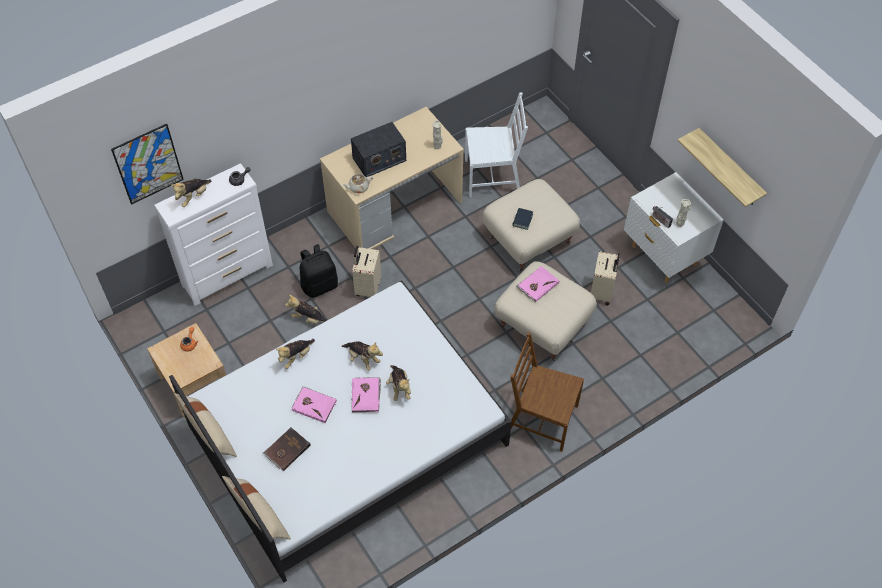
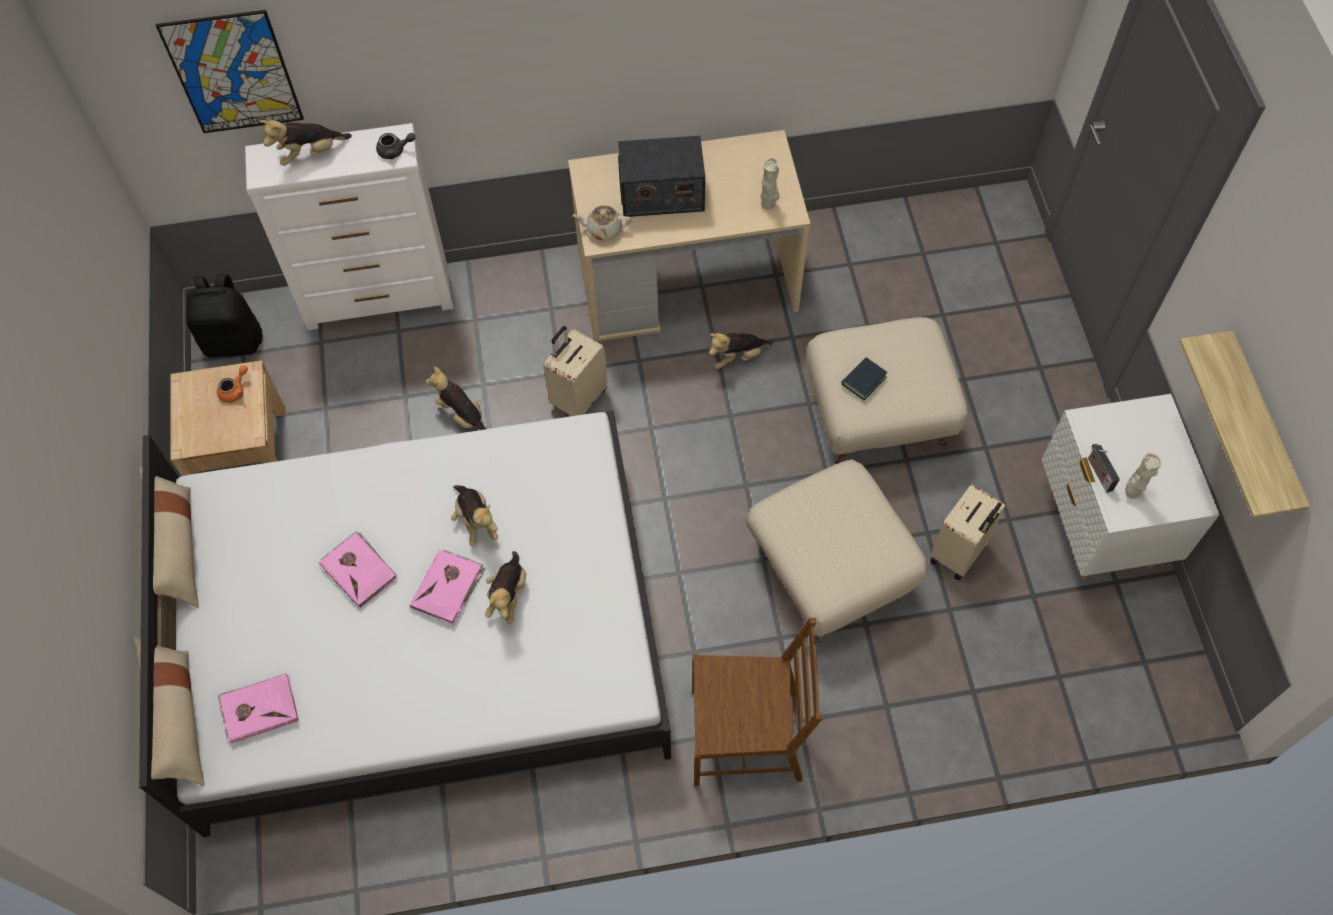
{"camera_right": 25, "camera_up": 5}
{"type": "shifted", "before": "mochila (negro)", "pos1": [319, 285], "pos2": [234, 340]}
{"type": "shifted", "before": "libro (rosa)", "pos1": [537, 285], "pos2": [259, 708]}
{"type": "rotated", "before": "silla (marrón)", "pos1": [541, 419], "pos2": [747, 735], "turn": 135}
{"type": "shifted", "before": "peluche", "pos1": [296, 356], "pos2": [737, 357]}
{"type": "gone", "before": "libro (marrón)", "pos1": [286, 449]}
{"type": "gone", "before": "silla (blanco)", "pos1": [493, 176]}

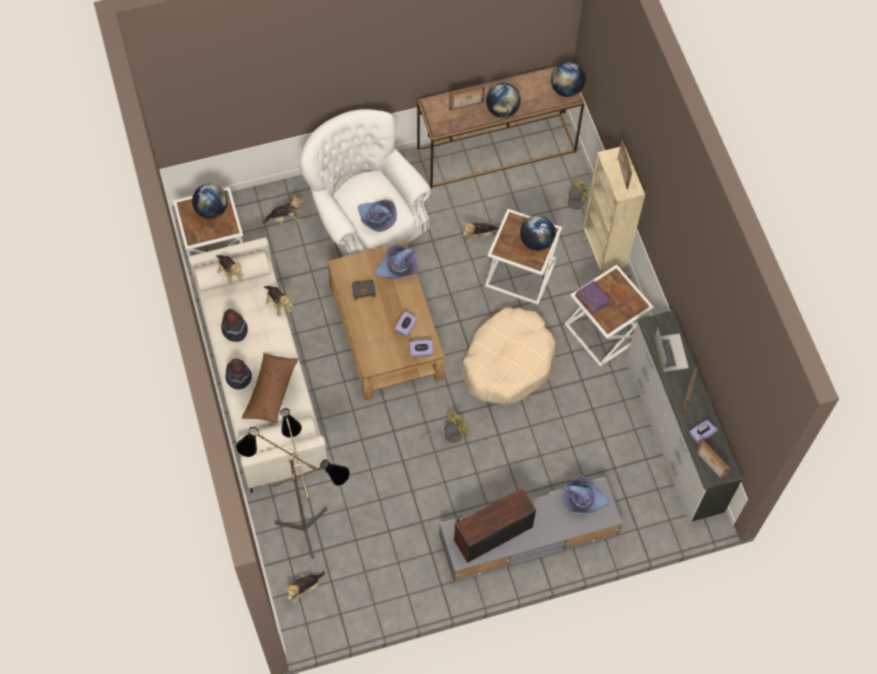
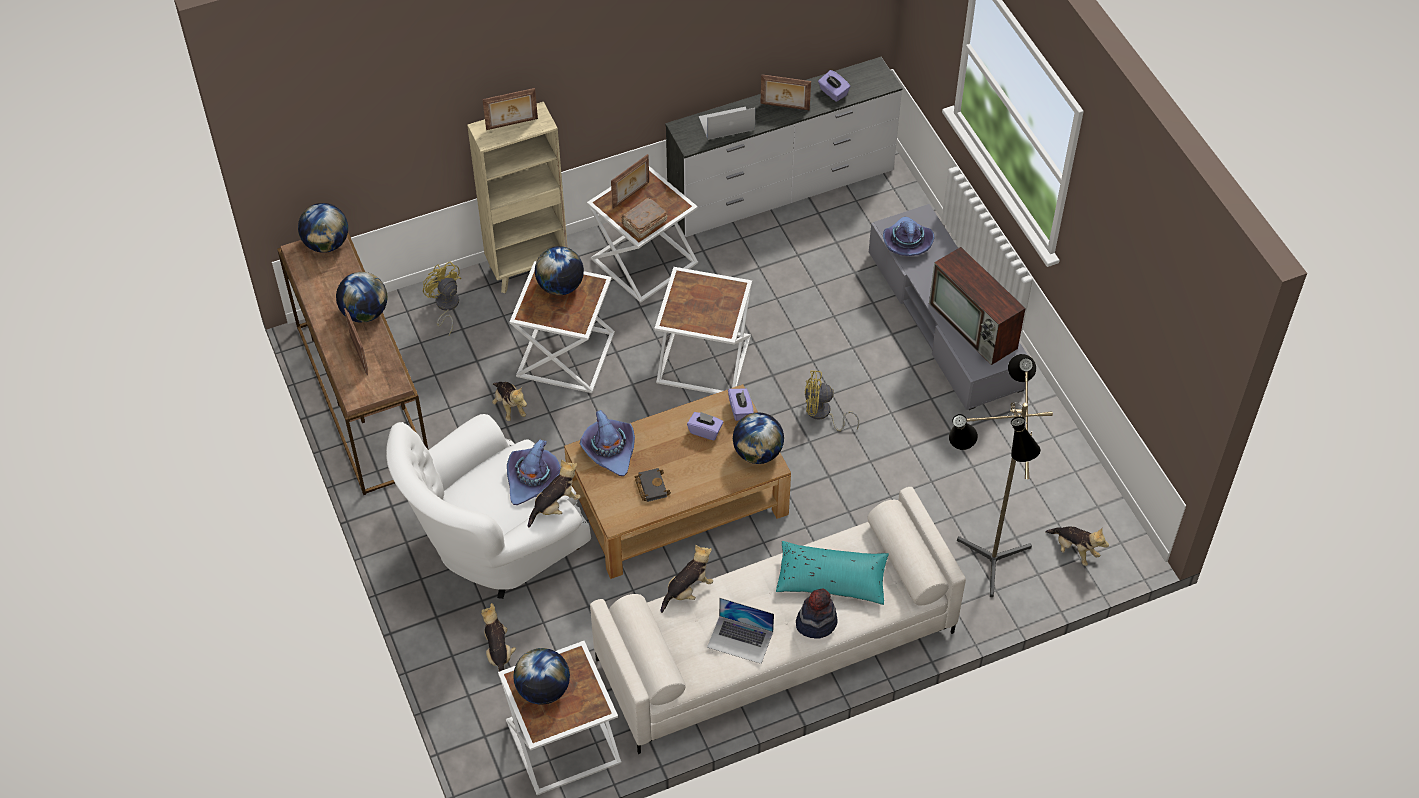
{"camera_right": -95, "camera_up": -10}
{"type": "shifted", "before": "peluche", "pos1": [230, 273], "pos2": [555, 506]}
{"type": "shifted", "before": "portarretratos", "pos1": [709, 466], "pos2": [631, 195]}
{"type": "repainted", "before": "libro (morado)", "after": "libro (marrón)", "pos1": [592, 300], "pos2": [644, 223]}
{"type": "swapped", "before": "cama para perro (beis)", "after": "mesa auxiliar (blanco)", "pos1": [508, 362], "pos2": [705, 359]}
{"type": "swapped", "before": "sombrero", "after": "portátil", "pos1": [234, 330], "pos2": [740, 639]}
{"type": "new", "after": "globo terráqueo", "pos2": [758, 452]}
{"type": "repainted", "before": "cojín (marrón)", "after": "cojín (turquesa)", "pos1": [271, 392], "pos2": [831, 579]}
{"type": "rotated", "before": "ventilador (amarillo)", "pos1": [448, 434], "pos2": [822, 414], "turn": -45}

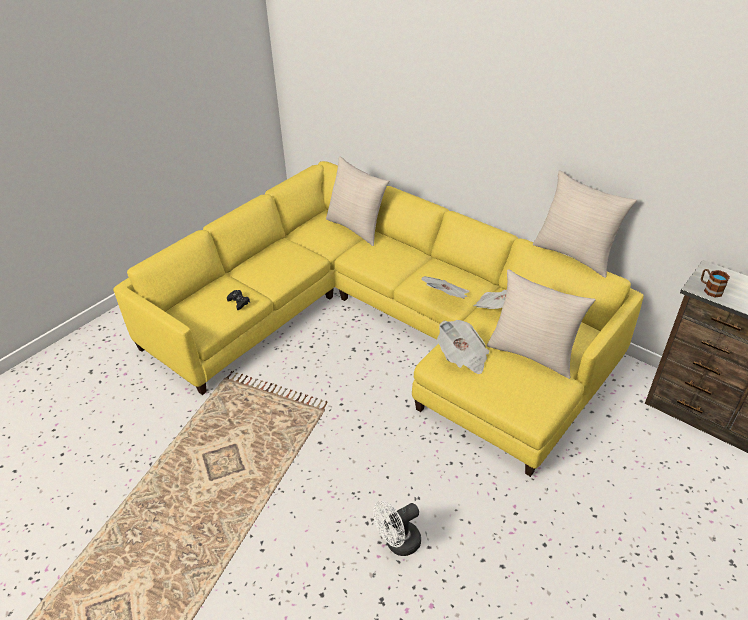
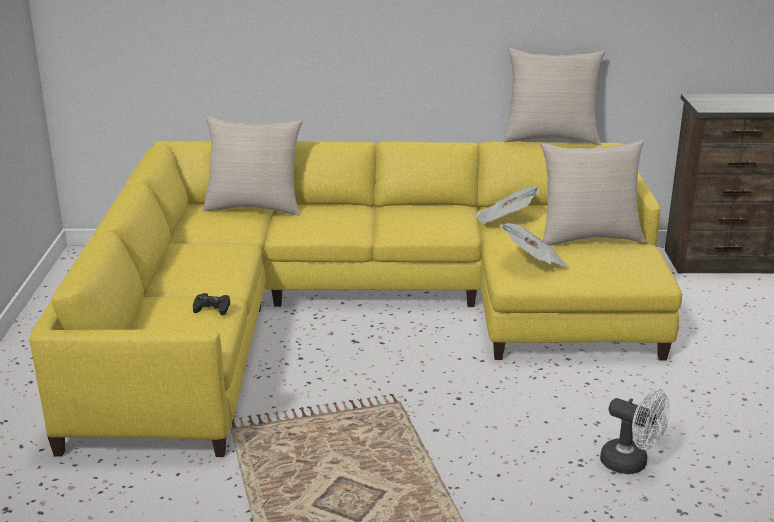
{"camera_right": -40, "camera_up": -15}
{"type": "rotated", "before": "ventilador (blanco)", "pos1": [398, 543], "pos2": [631, 464], "turn": -75}
{"type": "gone", "before": "periódico", "pos1": [446, 297]}
{"type": "gone", "before": "taza grande", "pos1": [710, 289]}

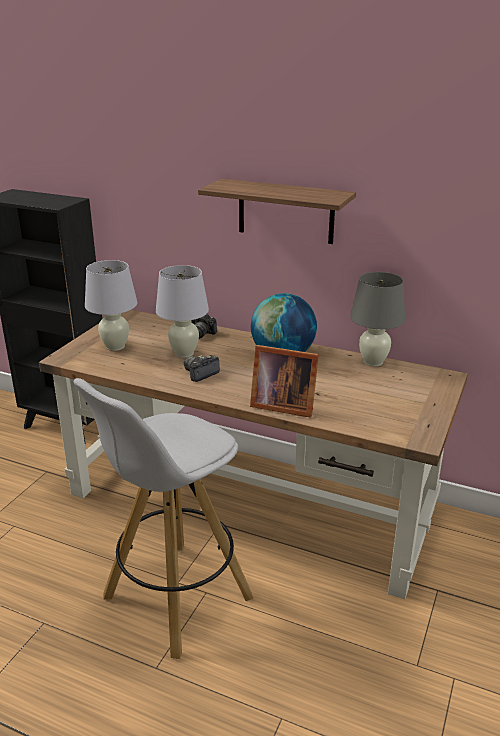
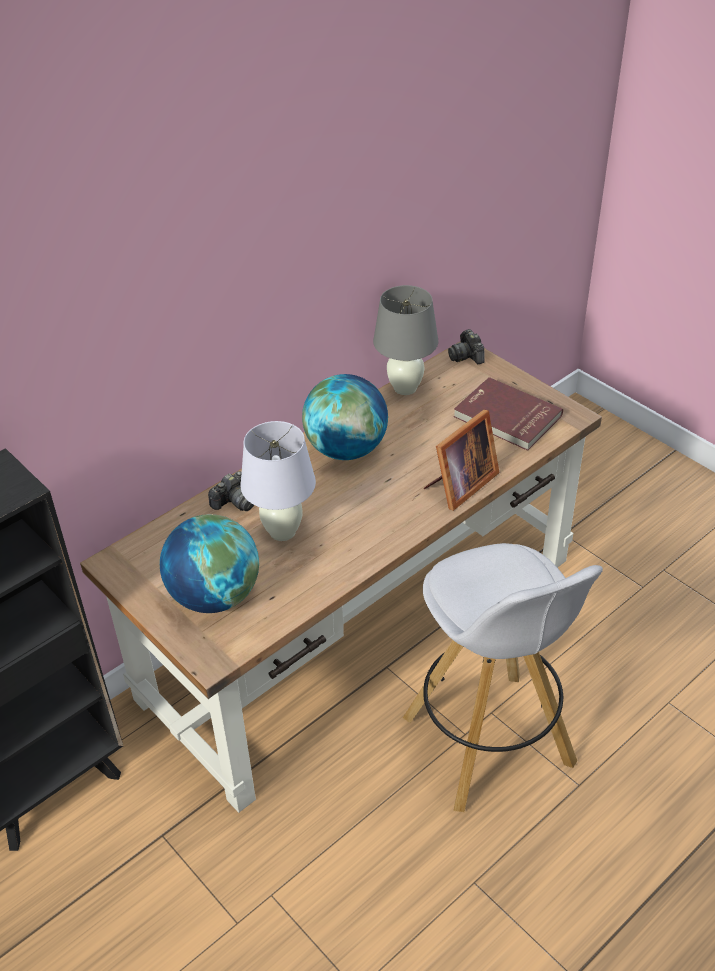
{"camera_right": -65, "camera_up": 15}
{"type": "swapped", "before": "lámpara de mesa (blanco)", "after": "globo terráqueo", "pos1": [115, 346], "pos2": [214, 596]}
{"type": "shifted", "before": "cámara", "pos1": [200, 374], "pos2": [466, 356]}
{"type": "new", "after": "libro (rojo)", "pos2": [506, 417]}
{"type": "gone", "before": "estante", "pos1": [285, 211]}

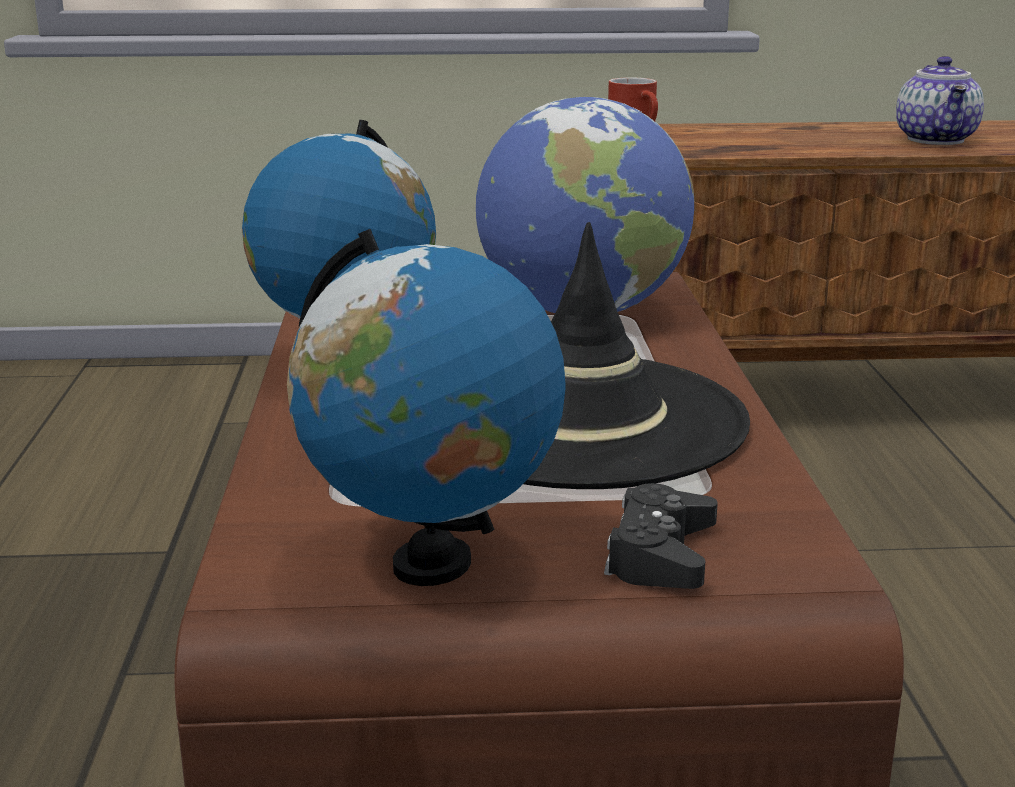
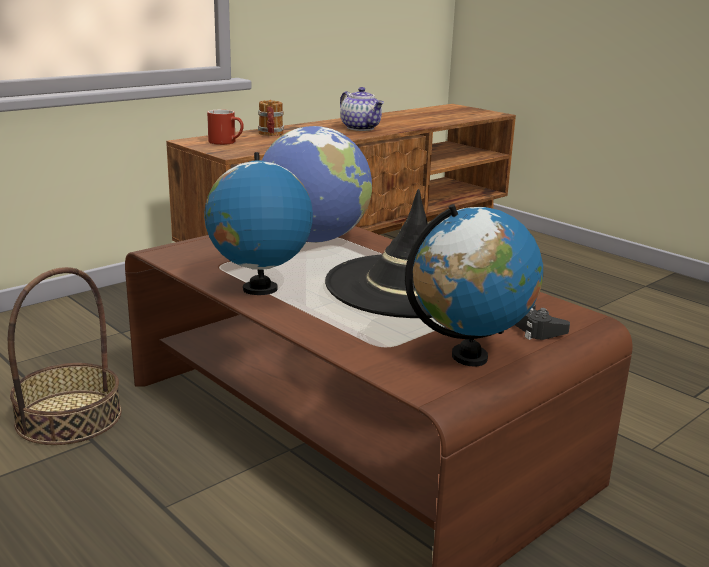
{"camera_right": -40, "camera_up": 0}
{"type": "new", "after": "cesta", "pos2": [69, 417]}
{"type": "new", "after": "taza grande", "pos2": [270, 134]}

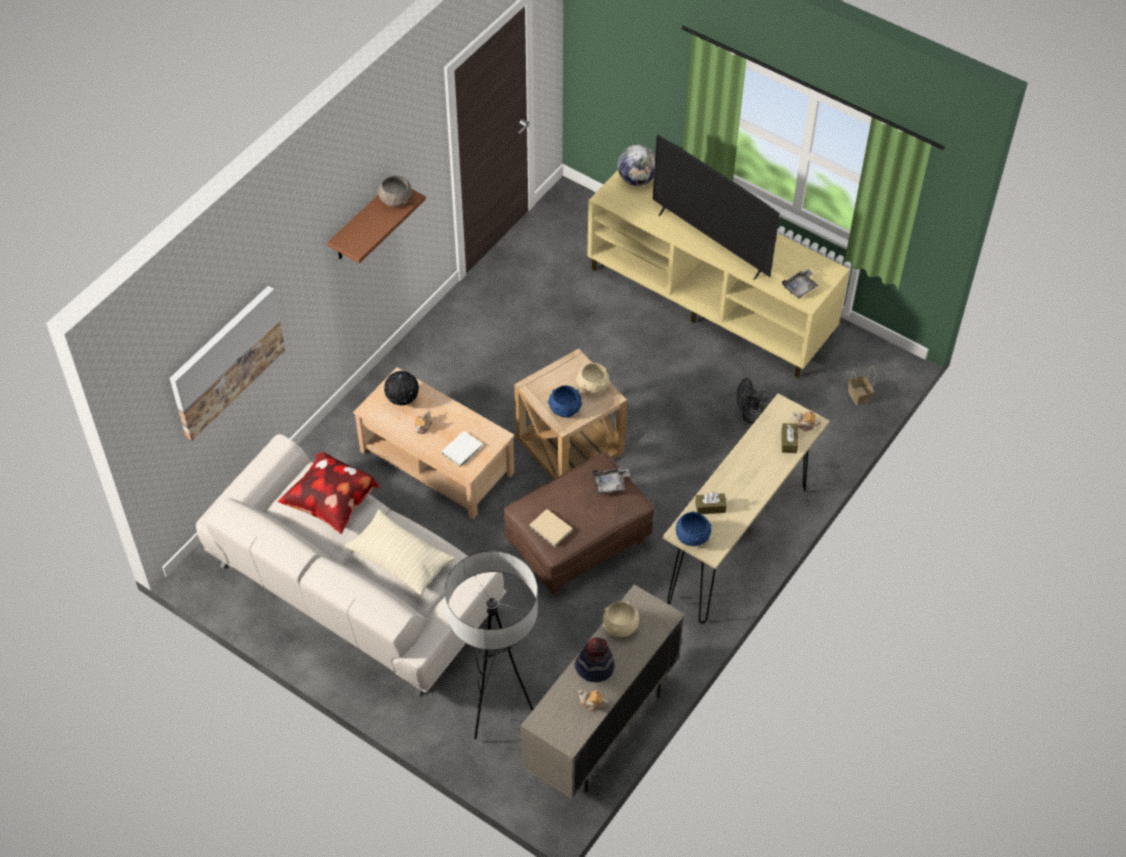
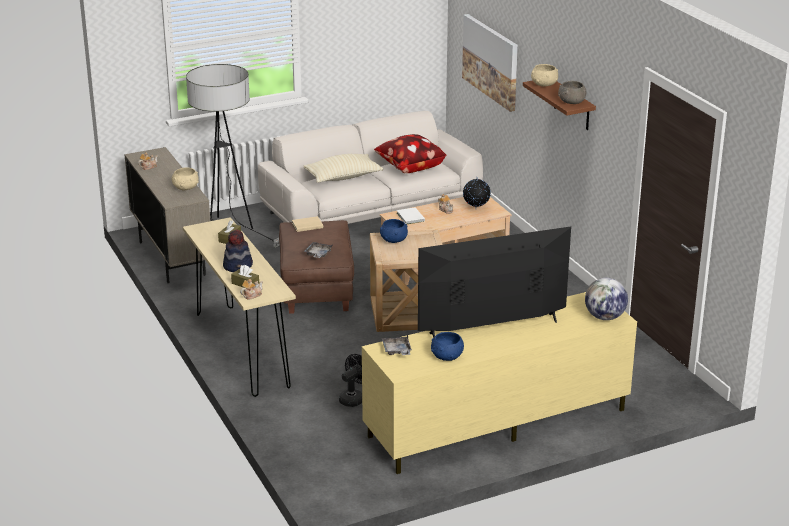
{"camera_right": 120, "camera_up": -25}
{"type": "shifted", "before": "sombrero", "pos1": [594, 667], "pos2": [238, 266]}
{"type": "shifted", "before": "cuenco (azul)", "pos1": [692, 537], "pos2": [446, 356]}
{"type": "shifted", "before": "cuenco (beis)", "pos1": [592, 386], "pos2": [543, 84]}
{"type": "gone", "before": "cesta", "pos1": [858, 395]}

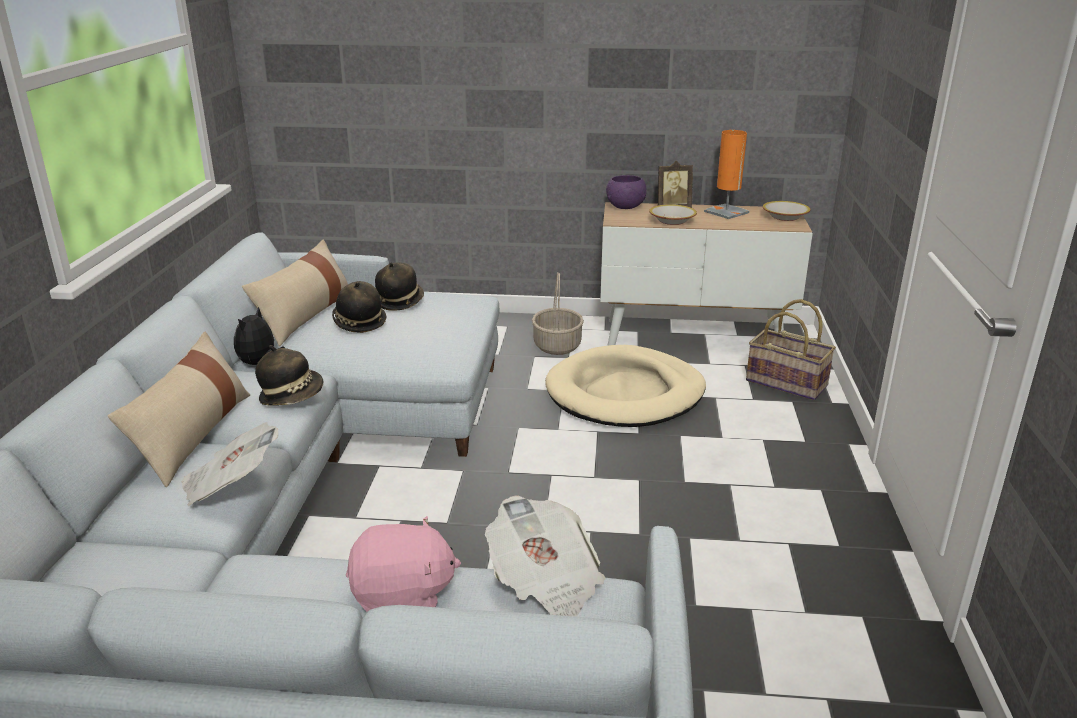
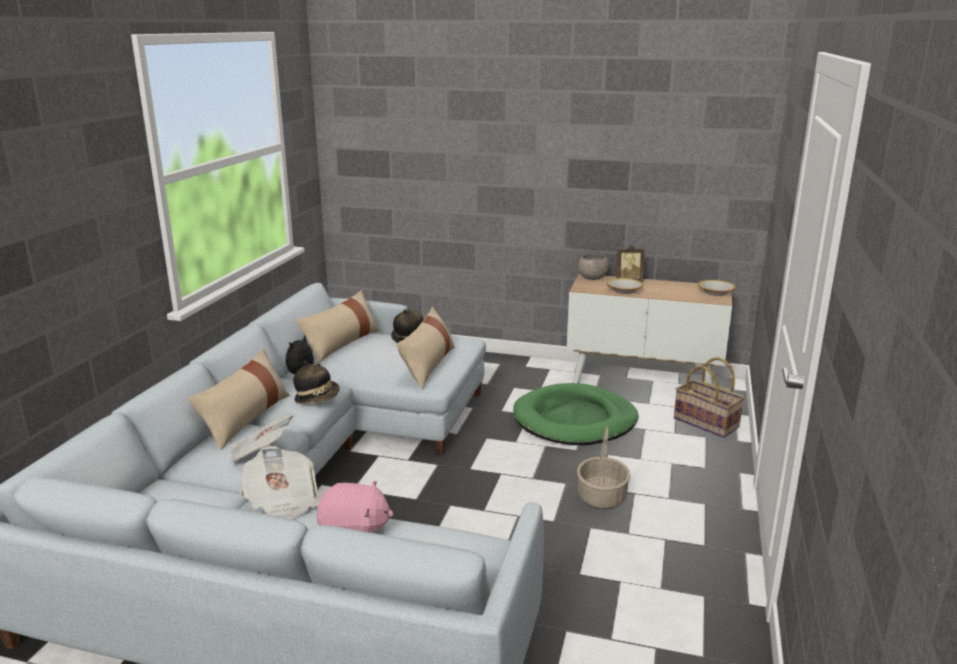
{"camera_right": 10, "camera_up": -5}
{"type": "shifted", "before": "periódico", "pos1": [545, 582], "pos2": [282, 503]}
{"type": "new", "after": "cojín (beis)", "pos2": [428, 365]}
{"type": "repainted", "before": "cama para perro (beis)", "after": "cama para perro (verde)", "pos1": [625, 393], "pos2": [575, 420]}
{"type": "shifted", "before": "cesta", "pos1": [557, 345], "pos2": [601, 497]}
{"type": "repainted", "before": "cuenco (morado)", "after": "cuenco (gris)", "pos1": [626, 207], "pos2": [593, 278]}
{"type": "gone", "before": "sombrero", "pos1": [359, 322]}
{"type": "gone", "before": "lámpara de mesa (naranja)", "pos1": [726, 212]}

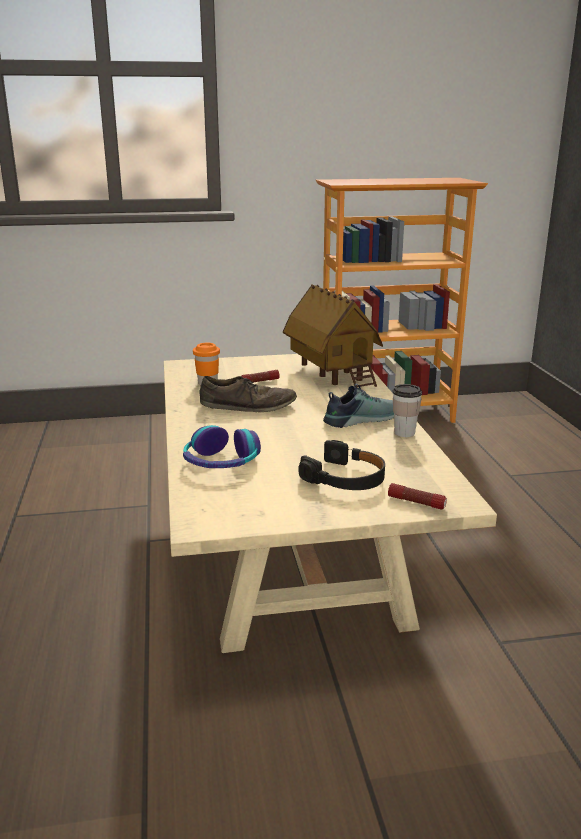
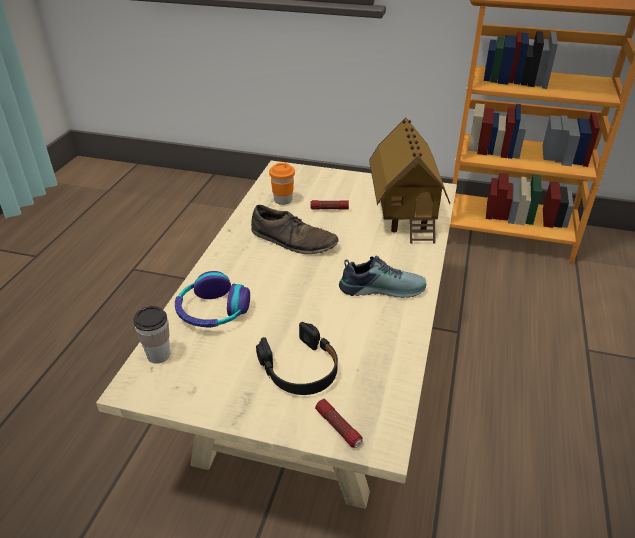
{"camera_right": 25, "camera_up": 15}
{"type": "shifted", "before": "taza", "pos1": [404, 433], "pos2": [158, 355]}

